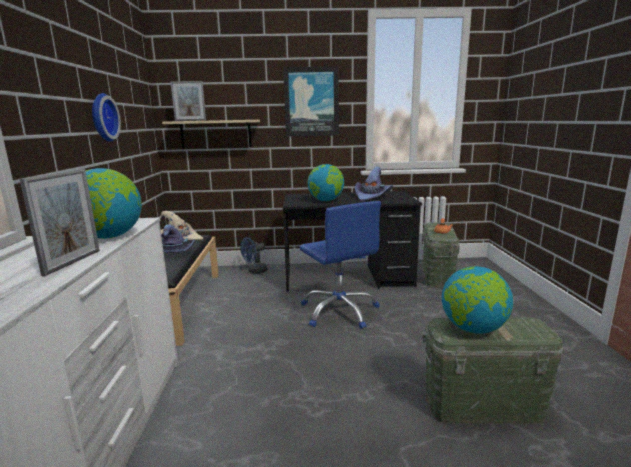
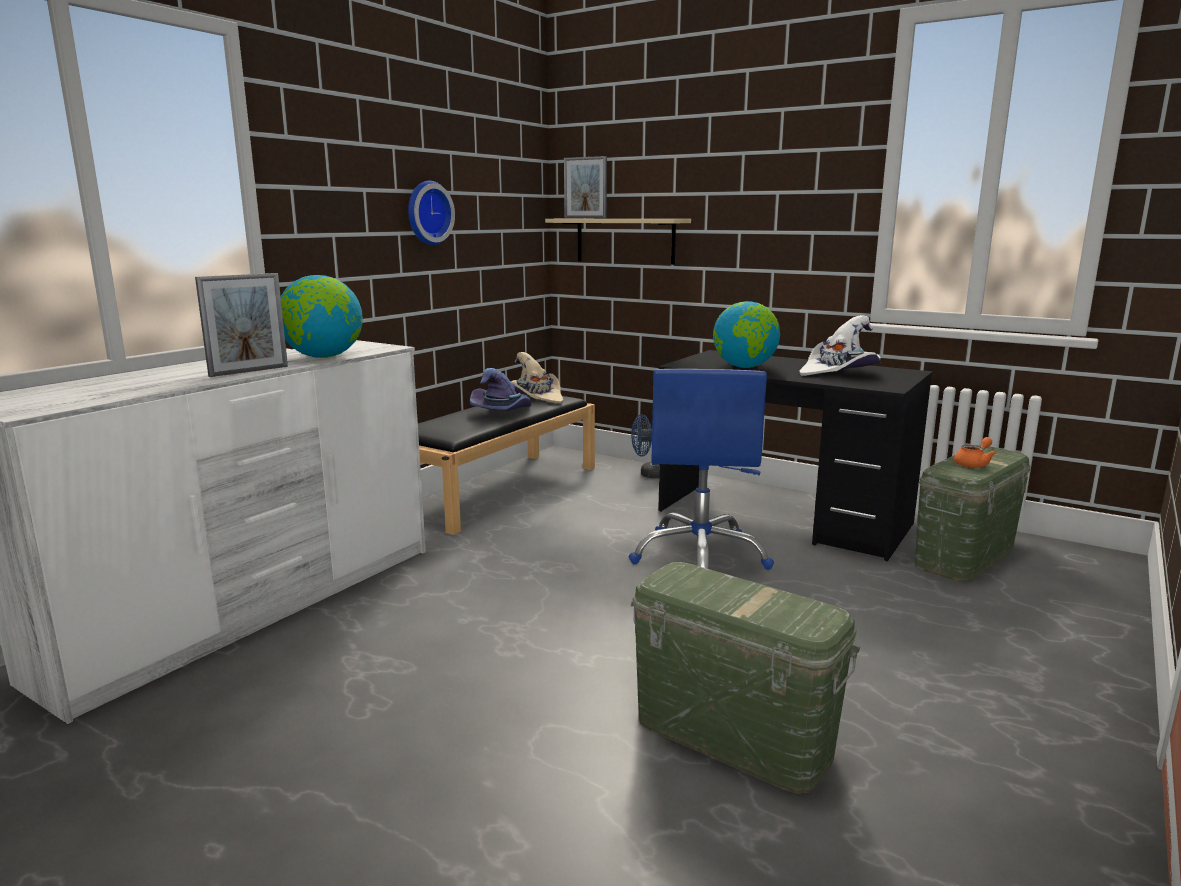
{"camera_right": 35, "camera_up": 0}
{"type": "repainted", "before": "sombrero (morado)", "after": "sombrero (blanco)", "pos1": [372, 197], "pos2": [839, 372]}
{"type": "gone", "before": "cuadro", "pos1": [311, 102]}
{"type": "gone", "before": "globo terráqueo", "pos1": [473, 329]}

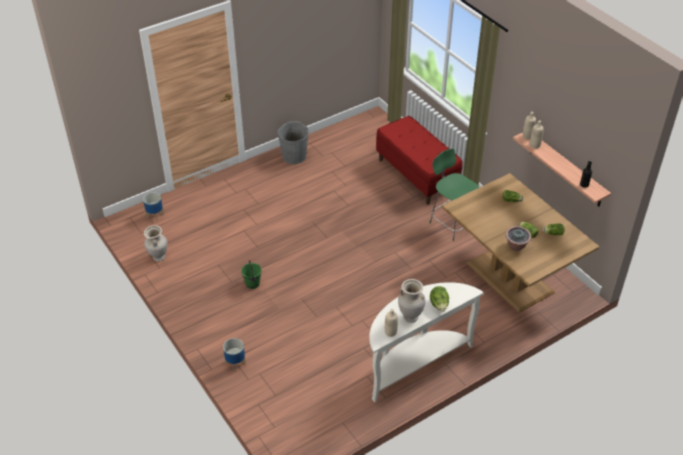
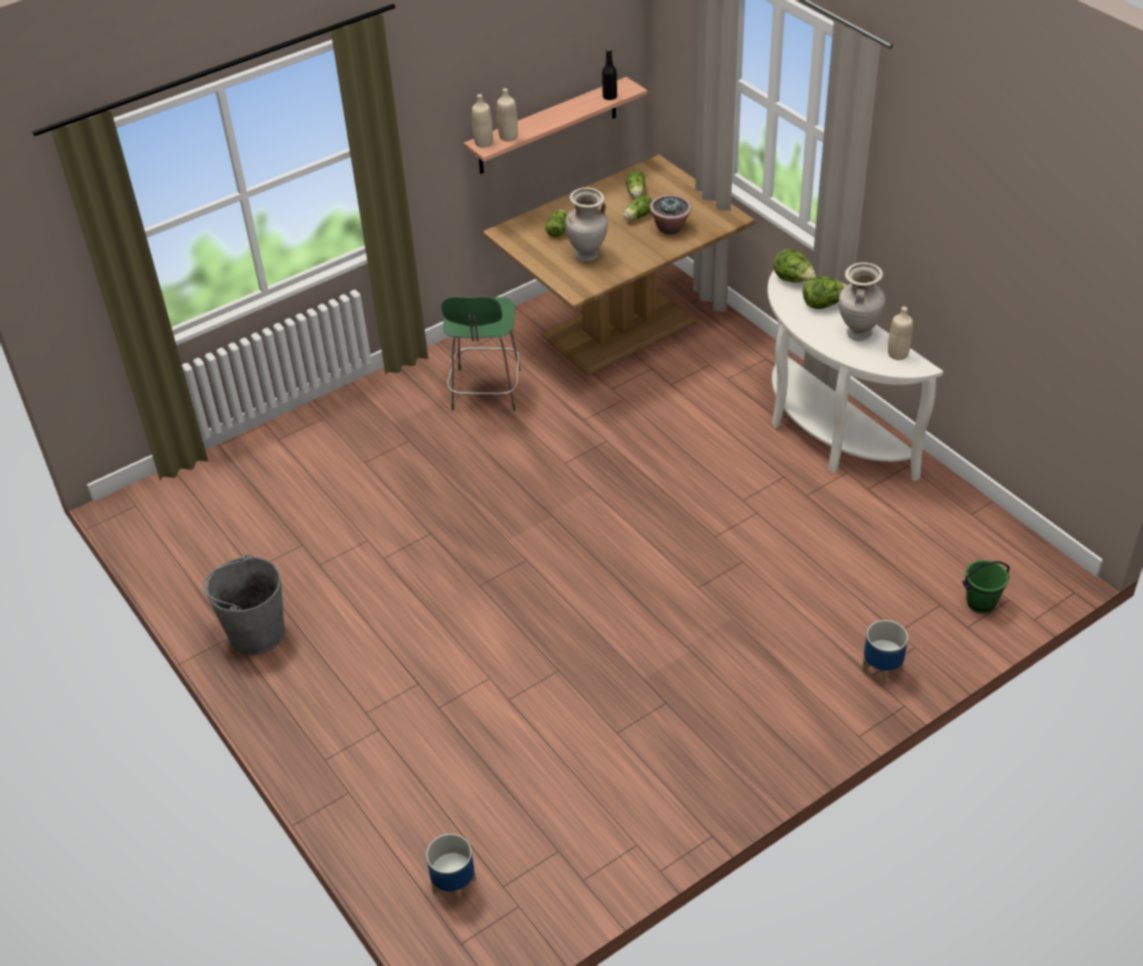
{"camera_right": -90, "camera_up": 0}
{"type": "rotated", "before": "silla (verde)", "pos1": [452, 223], "pos2": [486, 392], "turn": -45}
{"type": "shifted", "before": "florero (beis)", "pos1": [158, 257], "pos2": [587, 256]}
{"type": "new", "after": "lechuga", "pos2": [793, 280]}
{"type": "shifted", "before": "cubo (verde)", "pos1": [252, 284], "pos2": [981, 603]}
{"type": "gone", "before": "banco (rojo)", "pos1": [417, 175]}

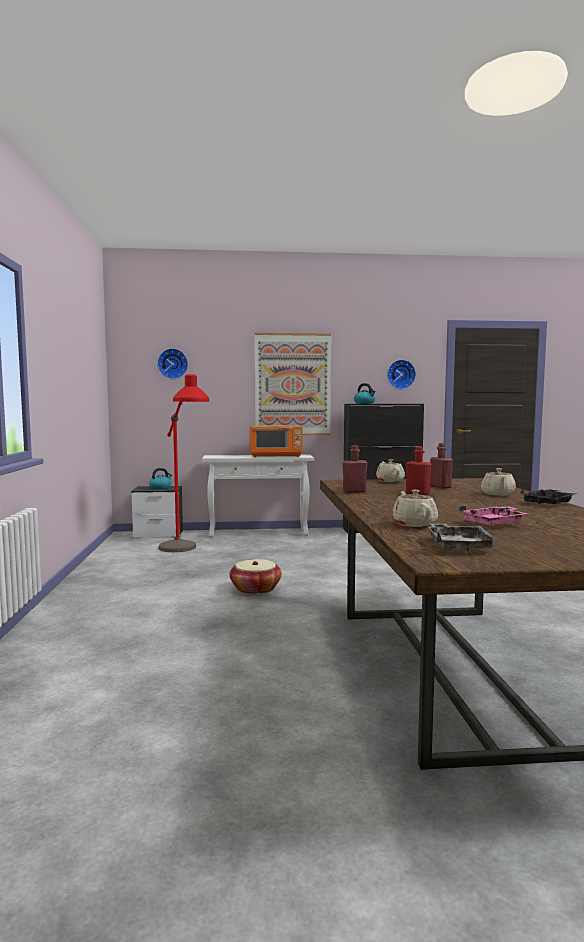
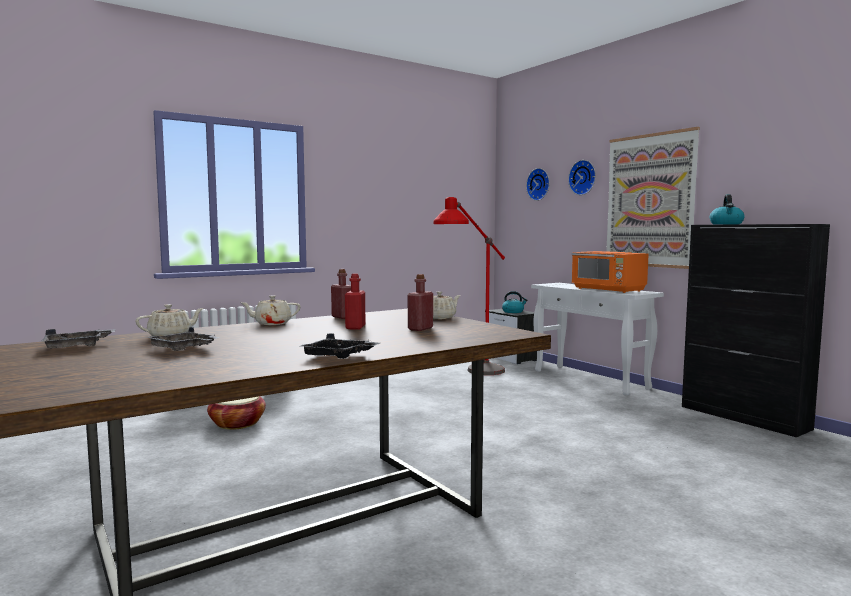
{"camera_right": 60, "camera_up": 0}
{"type": "repainted", "before": "bandeja (rosa)", "after": "bandeja (gris)", "pos1": [494, 523], "pos2": [183, 349]}
{"type": "shifted", "before": "cesta", "pos1": [255, 589], "pos2": [237, 424]}
{"type": "shifted", "before": "tetera (beis)", "pos1": [498, 494], "pos2": [272, 323]}
{"type": "shifted", "before": "reloj de pared", "pos1": [400, 374], "pos2": [583, 177]}

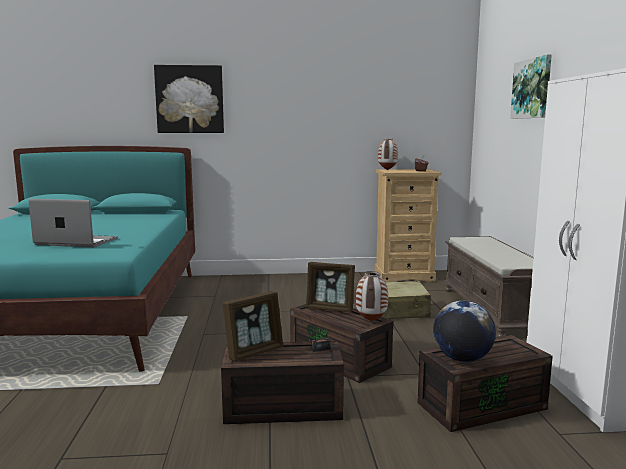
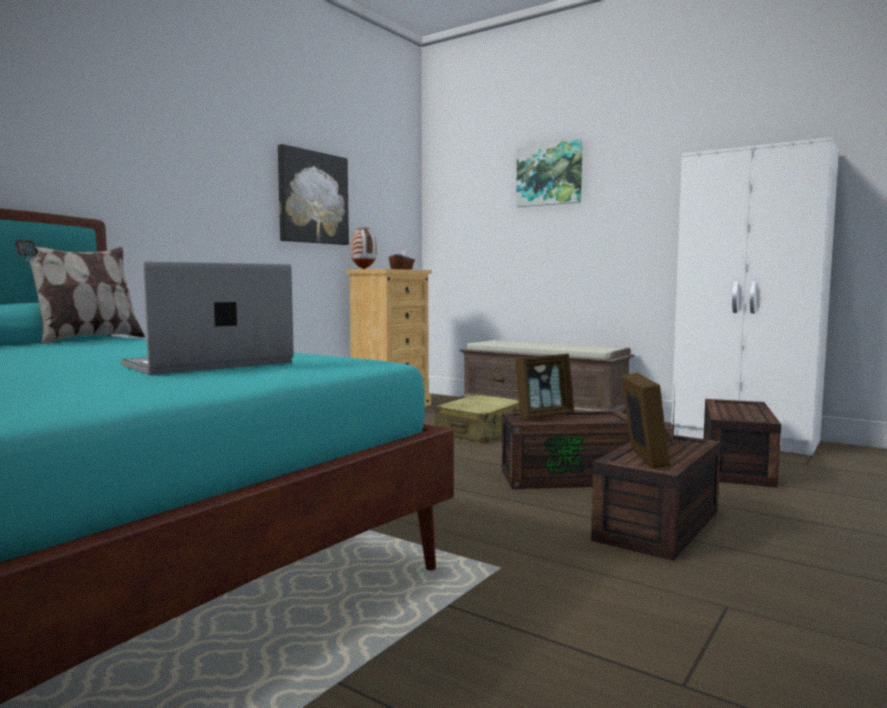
{"camera_right": -50, "camera_up": -5}
{"type": "new", "after": "cojín", "pos2": [87, 340]}
{"type": "shifted", "before": "cuadro", "pos1": [190, 99], "pos2": [312, 198]}
{"type": "gone", "before": "florero", "pos1": [371, 321]}
{"type": "gone", "before": "globo terráqueo", "pos1": [462, 359]}

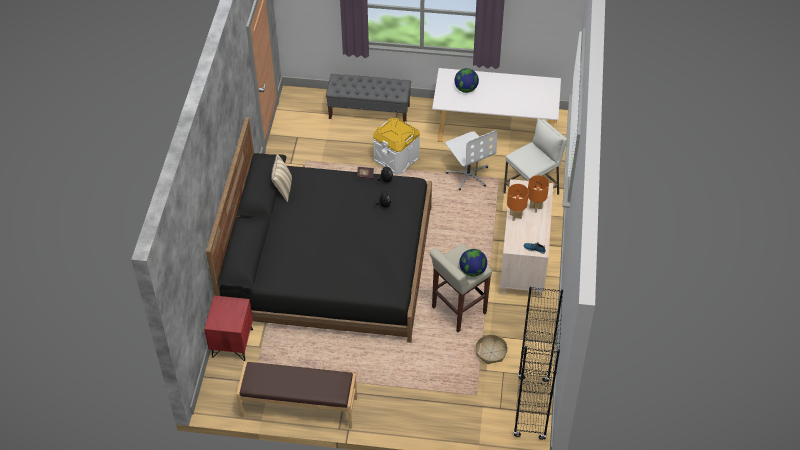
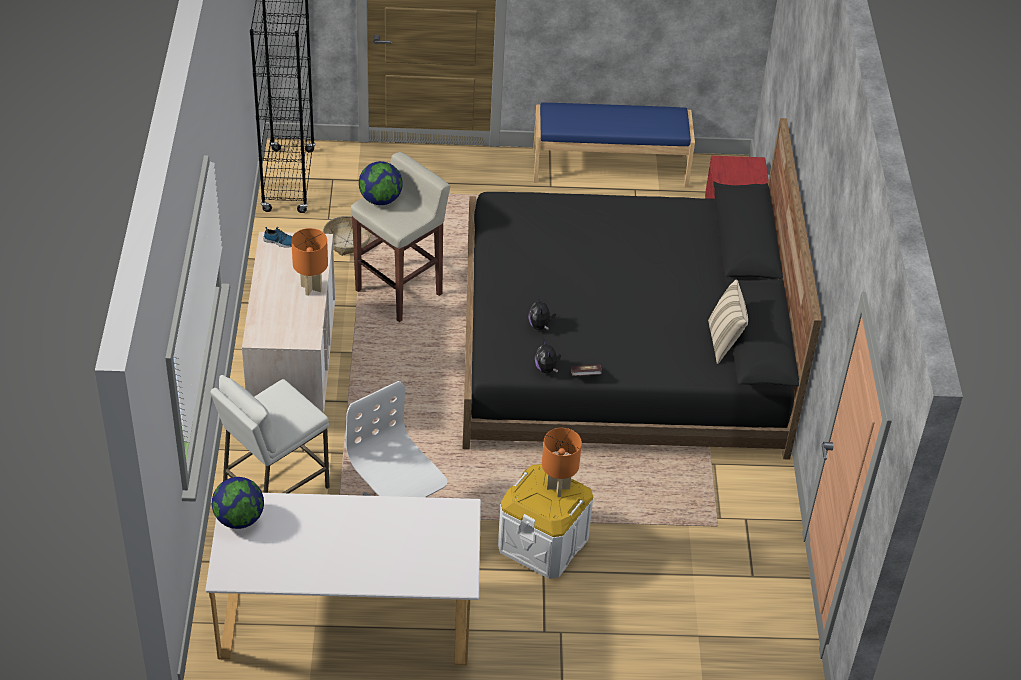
{"camera_right": 170, "camera_up": -5}
{"type": "shifted", "before": "globo terráqueo", "pos1": [466, 89], "pos2": [239, 519]}
{"type": "repainted", "before": "banco (marrón)", "after": "banco (azul)", "pos1": [299, 407], "pos2": [610, 167]}
{"type": "shifted", "before": "lámpara de mesa (naranja)", "pos1": [536, 207], "pos2": [557, 488]}
{"type": "gone", "before": "banco (gris)", "pos1": [369, 112]}

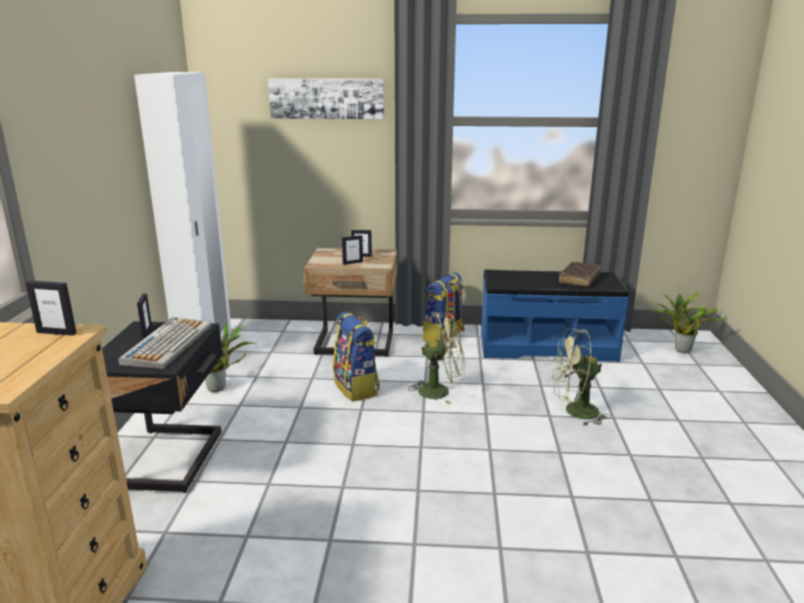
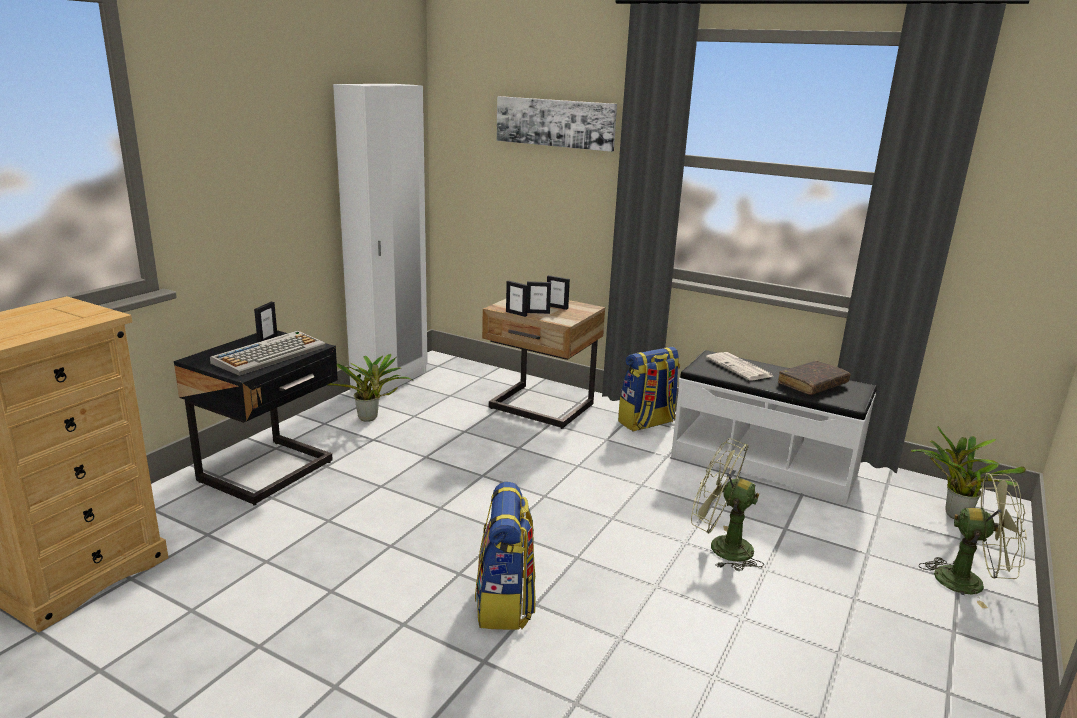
{"camera_right": 25, "camera_up": 0}
{"type": "shifted", "before": "mochila", "pos1": [357, 388], "pos2": [505, 603]}
{"type": "shifted", "before": "portarretratos", "pos1": [56, 332], "pos2": [516, 314]}
{"type": "repainted", "before": "banco (azul)", "after": "banco (blanco)", "pos1": [546, 346], "pos2": [764, 464]}
{"type": "new", "after": "periódico", "pos2": [740, 367]}
{"type": "shifted", "before": "ventilador (verde)", "pos1": [440, 391], "pos2": [970, 582]}

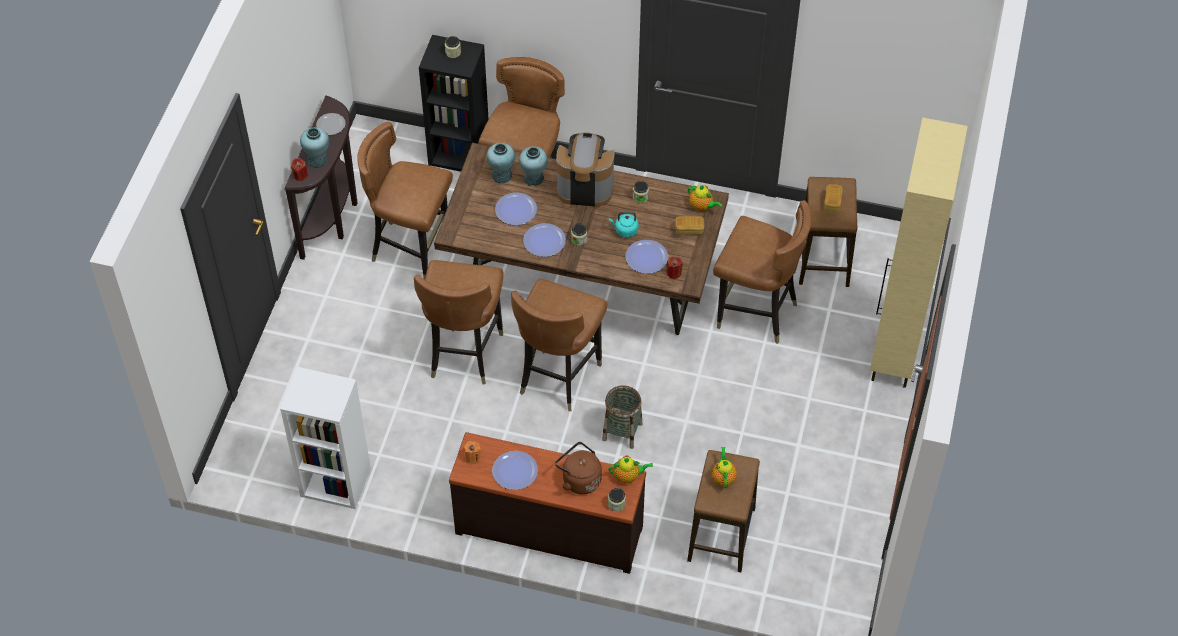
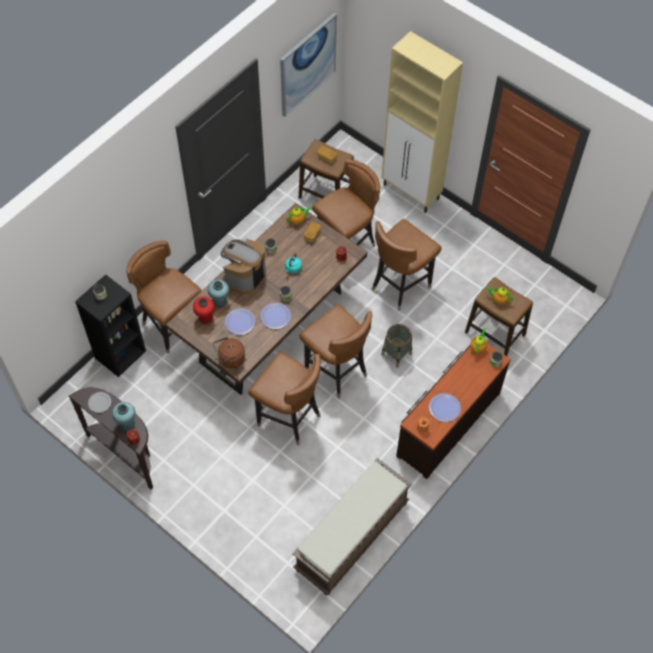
{"camera_right": -65, "camera_up": 5}
{"type": "repainted", "before": "florero (turquesa)", "after": "florero (rojo)", "pos1": [501, 175], "pos2": [206, 318]}
{"type": "shifted", "before": "hervidor (marrón)", "pos1": [579, 479], "pos2": [230, 359]}
{"type": "new", "after": "cuadro", "pos2": [307, 64]}
{"type": "swapped", "before": "estantería (blanco)", "after": "banco (marrón)", "pos1": [334, 482], "pos2": [352, 537]}
{"type": "shifted", "before": "silla (marrón)", "pos1": [411, 249], "pos2": [400, 285]}
{"type": "gone", "before": "plato", "pos1": [646, 257]}

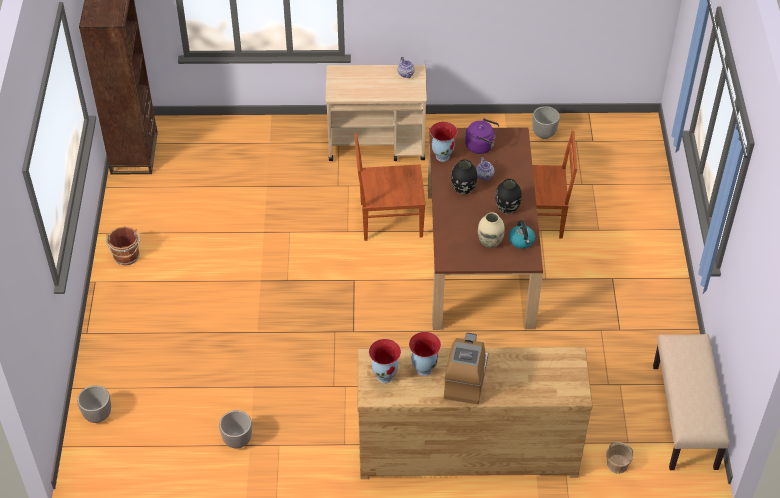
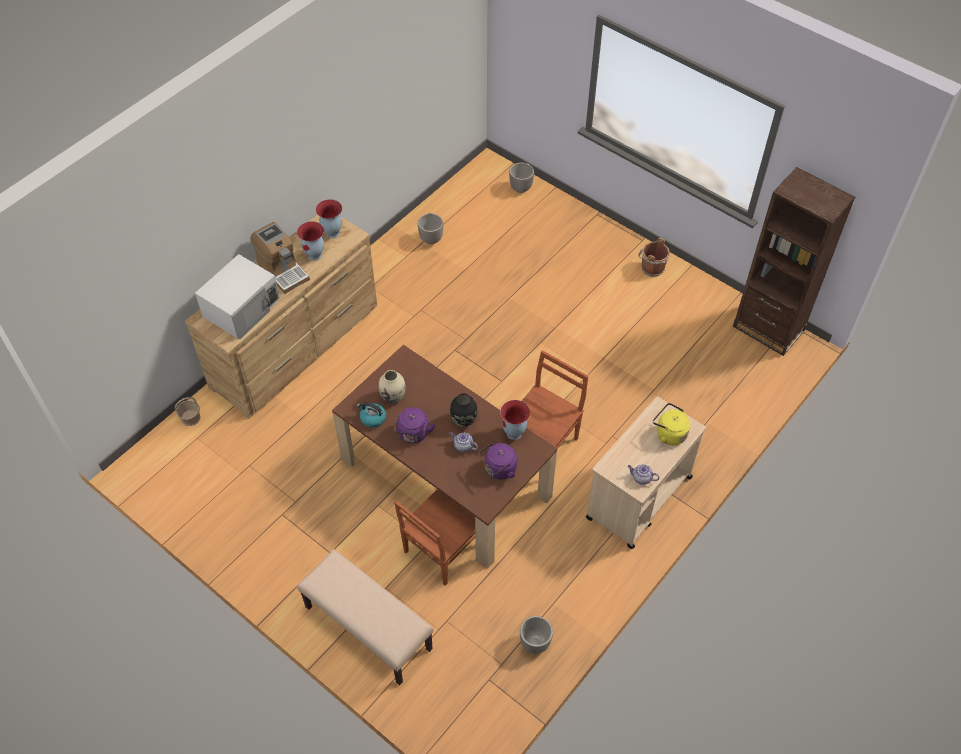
{"camera_right": 130, "camera_up": 5}
{"type": "new", "after": "microondas (blanco)", "pos2": [242, 307]}
{"type": "shifted", "before": "banco (beis)", "pos1": [685, 417], "pos2": [367, 628]}
{"type": "swapped", "before": "florero (negro)", "after": "hervidor (morado)", "pos1": [507, 208], "pos2": [413, 434]}
{"type": "new", "after": "hervidor (amarillo)", "pos2": [669, 433]}

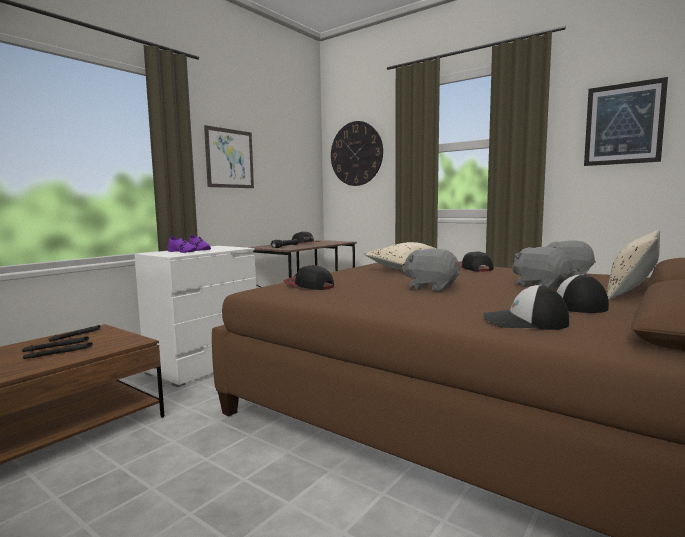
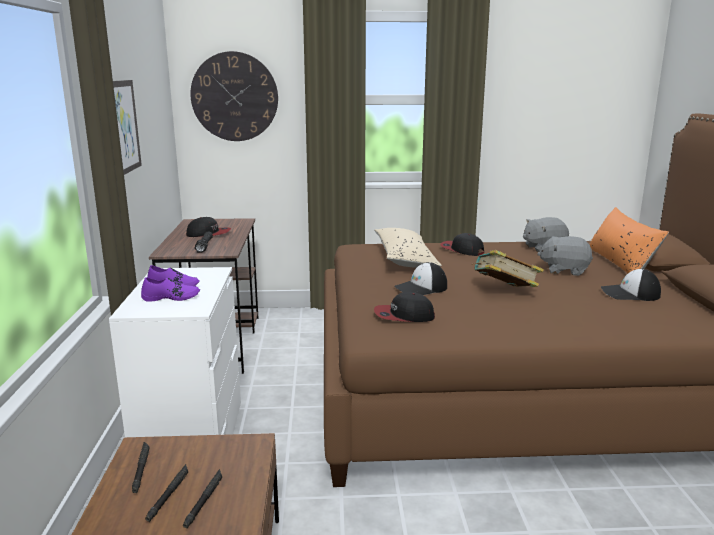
{"camera_right": -40, "camera_up": 10}
{"type": "shifted", "before": "gorra", "pos1": [524, 322], "pos2": [421, 288]}
{"type": "swapped", "before": "peluche (gris)", "after": "libro", "pos1": [431, 288], "pos2": [504, 292]}
{"type": "repainted", "before": "cojín (beis)", "after": "cojín (naranja)", "pos1": [632, 290], "pos2": [620, 263]}
{"type": "gone", "before": "cuadro", "pos1": [623, 124]}

